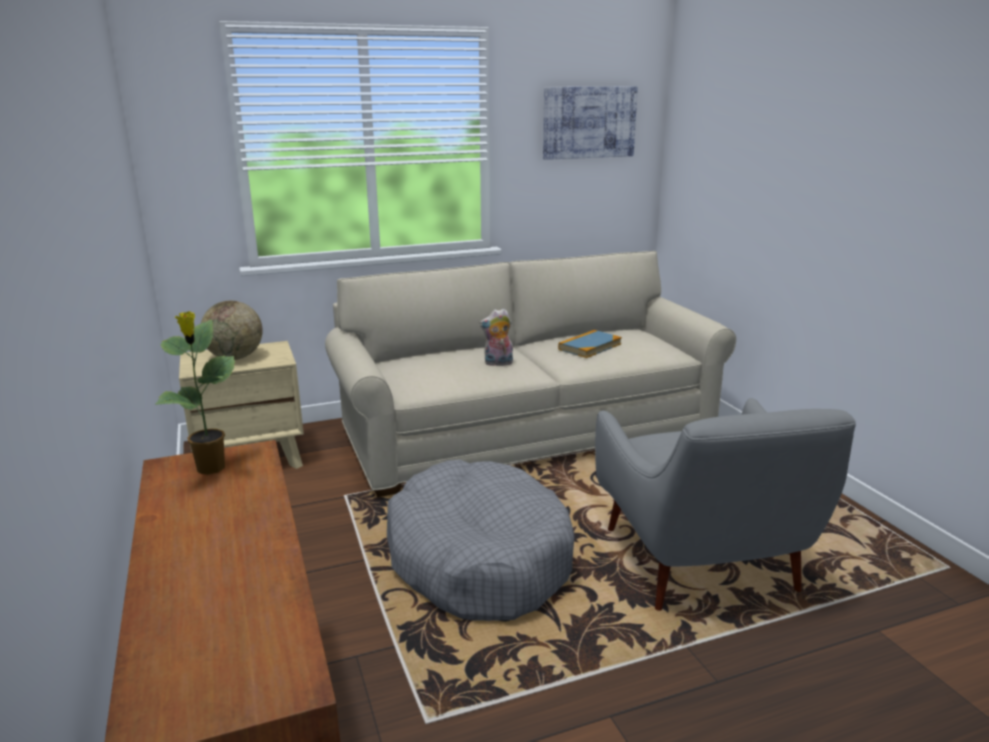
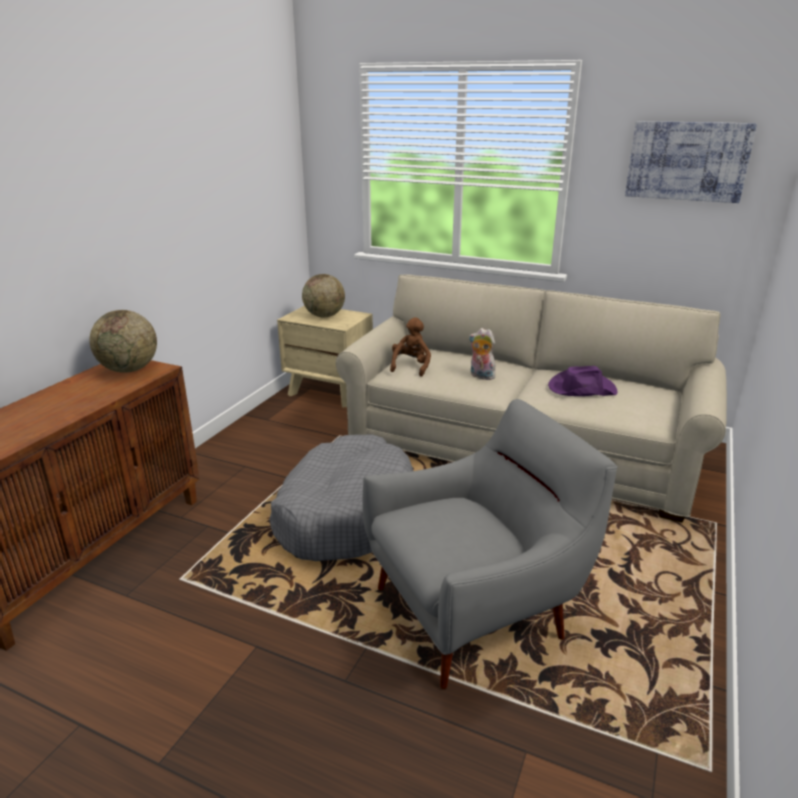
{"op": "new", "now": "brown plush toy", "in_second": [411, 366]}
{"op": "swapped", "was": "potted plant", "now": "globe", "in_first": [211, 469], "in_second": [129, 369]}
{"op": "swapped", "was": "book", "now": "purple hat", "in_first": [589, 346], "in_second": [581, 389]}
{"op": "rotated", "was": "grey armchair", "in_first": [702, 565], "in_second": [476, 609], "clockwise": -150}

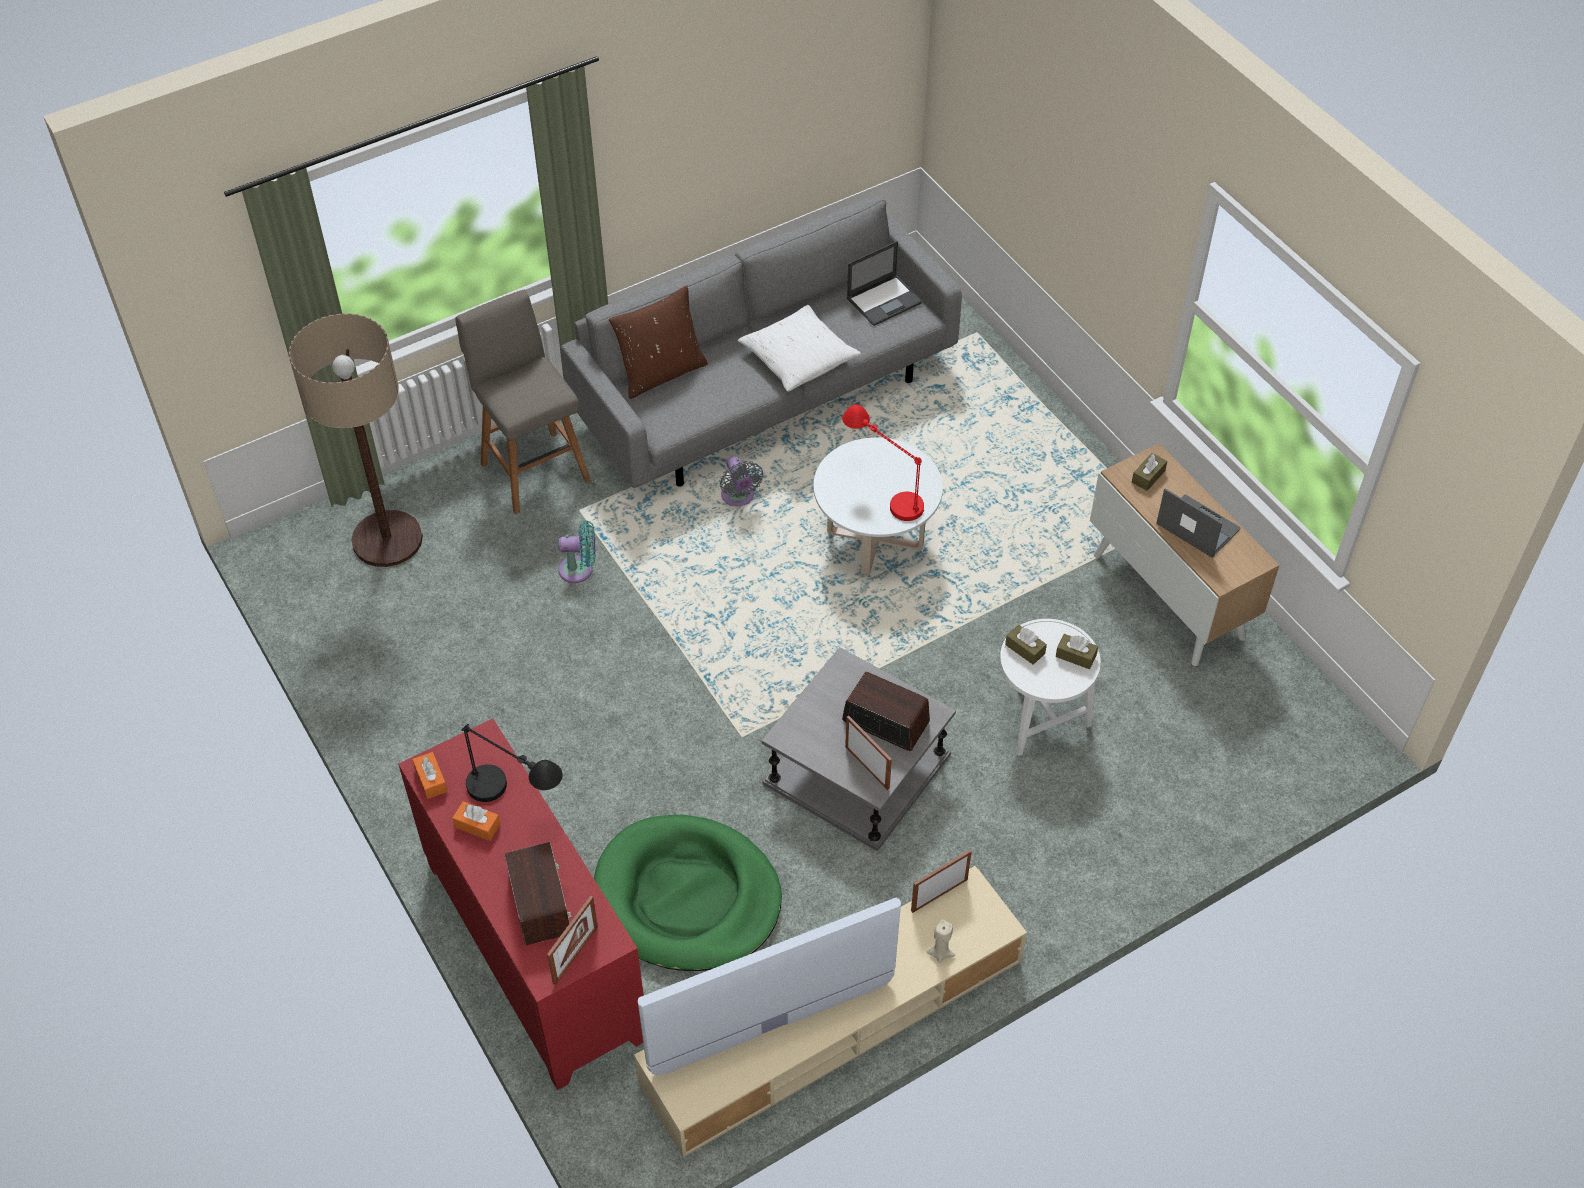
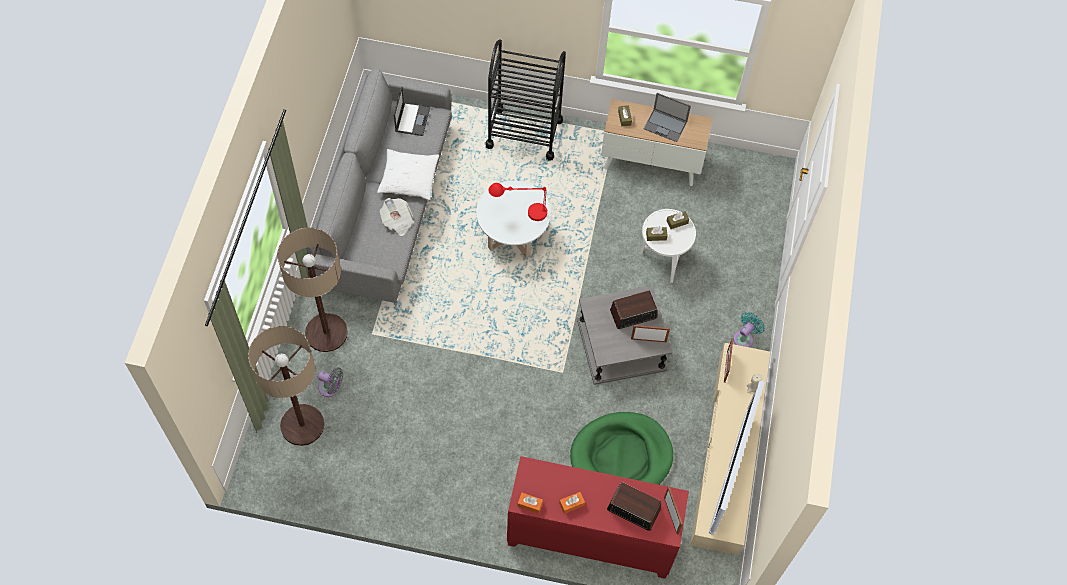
{"op": "gone", "was": "black table lamp", "in_first": [515, 801]}
{"op": "gone", "was": "brown pillow", "in_first": [661, 372]}
{"op": "new", "now": "newspaper", "in_second": [397, 221]}
{"op": "new", "now": "black cart", "in_second": [524, 133]}
{"op": "shifted", "was": "turquoise fan", "in_first": [579, 569], "in_second": [744, 338]}
{"op": "shifted", "was": "grey fan", "in_first": [738, 497], "in_second": [331, 388]}
{"op": "swapped", "was": "grey stool", "now": "floor lamp", "in_first": [533, 469], "in_second": [326, 333]}
{"op": "rotated", "was": "laptop", "in_first": [1197, 526], "in_second": [666, 125], "clockwise": -150}

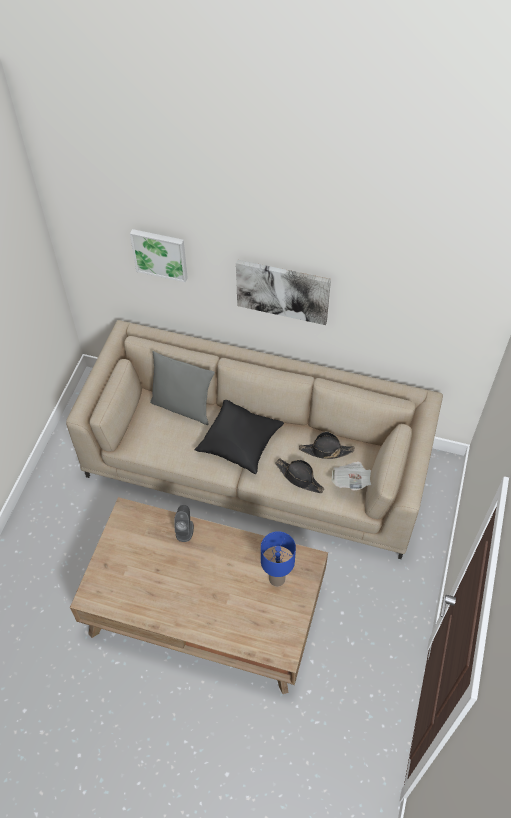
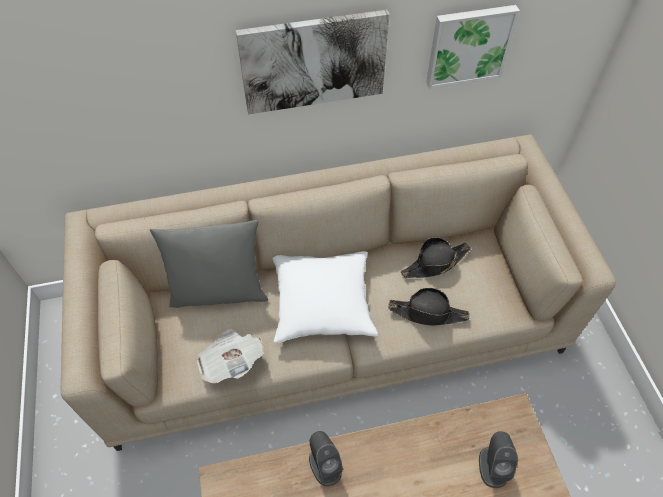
{"op": "shifted", "was": "picture", "in_first": [160, 254], "in_second": [469, 45]}
{"op": "shifted", "was": "newspaper", "in_first": [352, 481], "in_second": [231, 361]}
{"op": "swapped", "was": "blue table lamp", "now": "grey speaker", "in_first": [277, 578], "in_second": [493, 466]}
{"op": "repainted", "was": "black pillow", "now": "white pillow", "in_first": [240, 442], "in_second": [322, 303]}

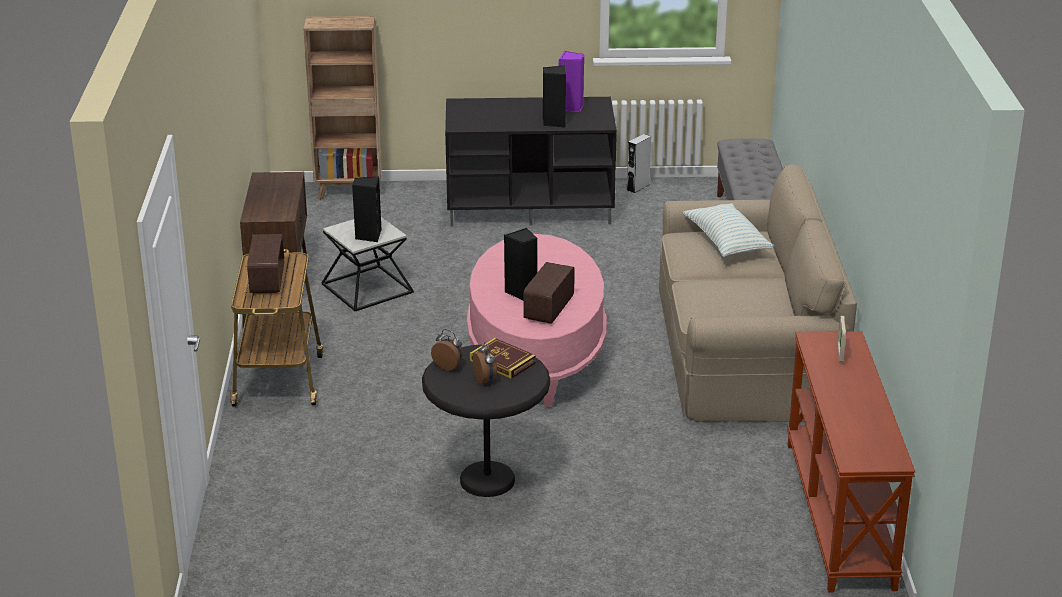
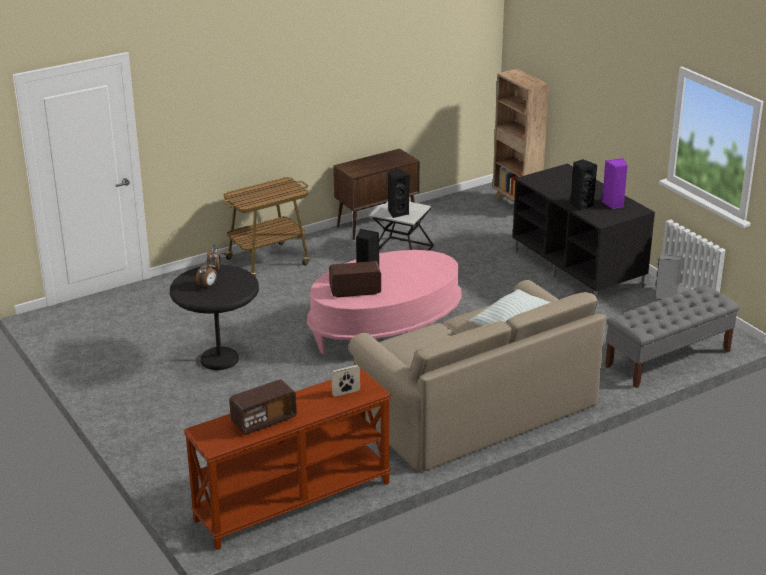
{"op": "gone", "was": "book", "in_first": [502, 362]}
{"op": "shifted", "was": "radio", "in_first": [267, 280], "in_second": [263, 420]}

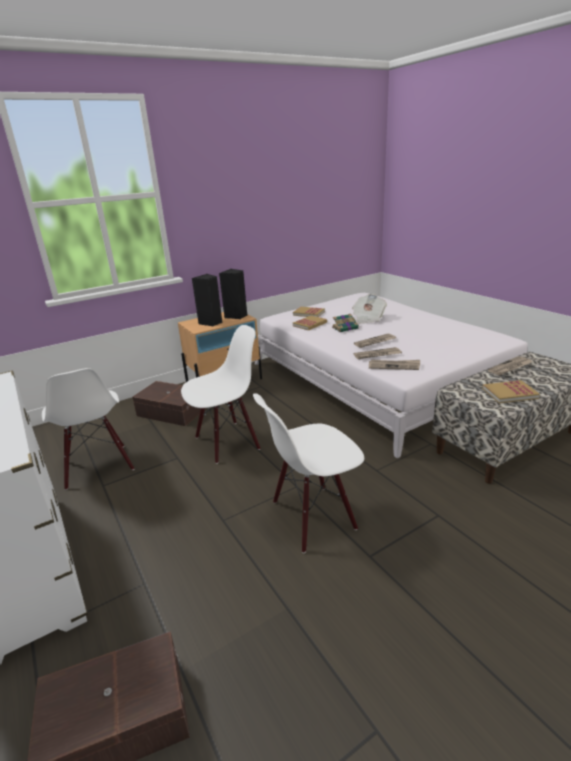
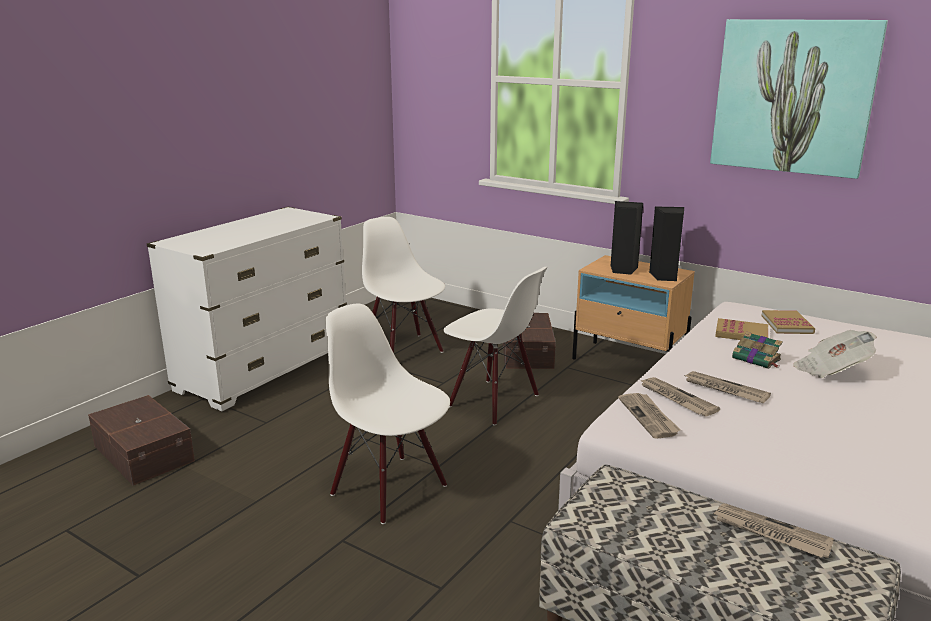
{"op": "gone", "was": "book", "in_first": [509, 393]}
{"op": "new", "now": "picture", "in_second": [793, 97]}
{"op": "rotated", "was": "white chair", "in_first": [98, 466], "in_second": [403, 350], "clockwise": 105}

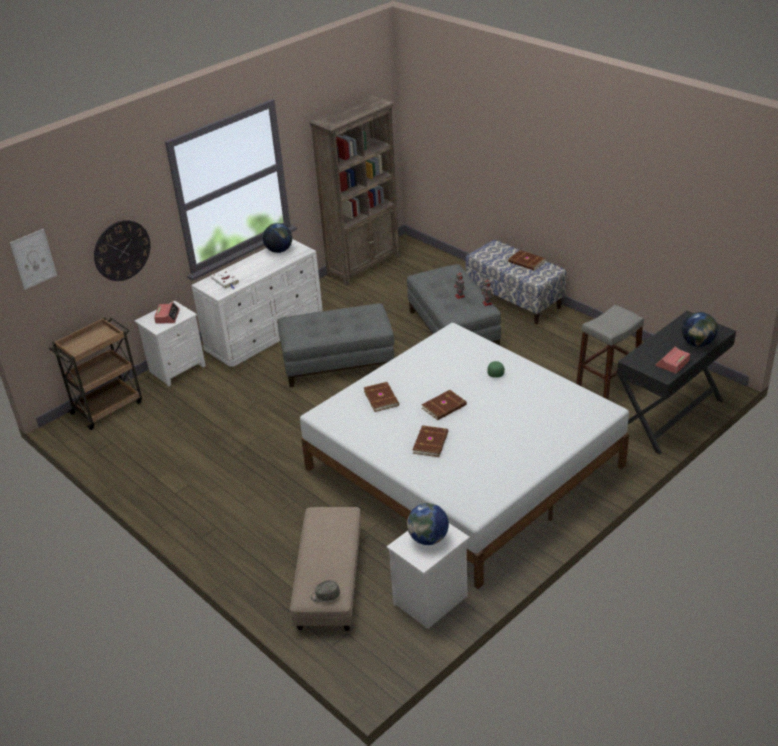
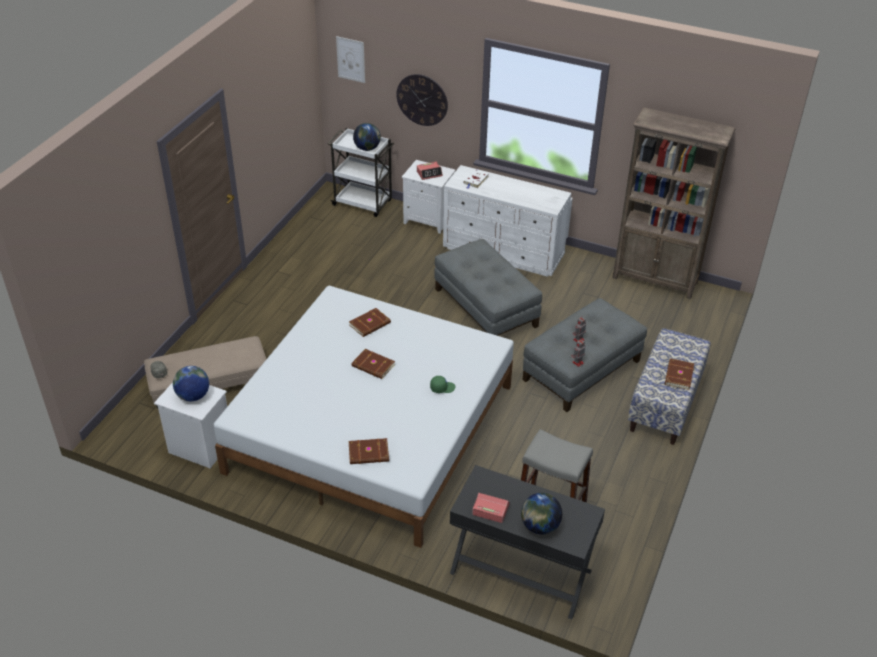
{"op": "shifted", "was": "globe", "in_first": [279, 250], "in_second": [367, 148]}
{"op": "shifted", "was": "brown book", "in_first": [431, 443], "in_second": [369, 453]}
{"op": "repainted", "was": "brown cart", "now": "white cart", "in_first": [108, 407], "in_second": [363, 203]}

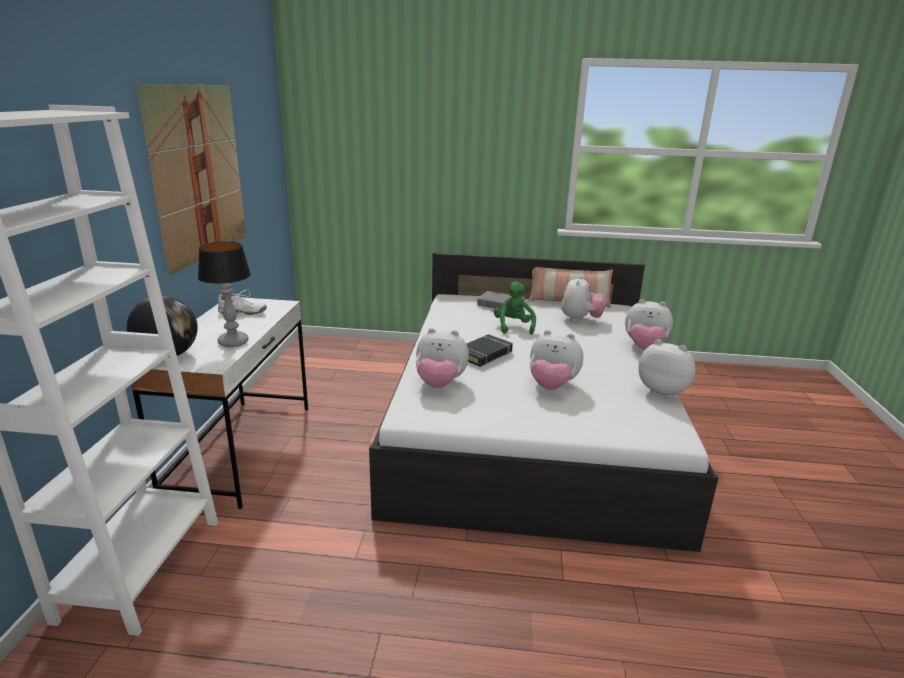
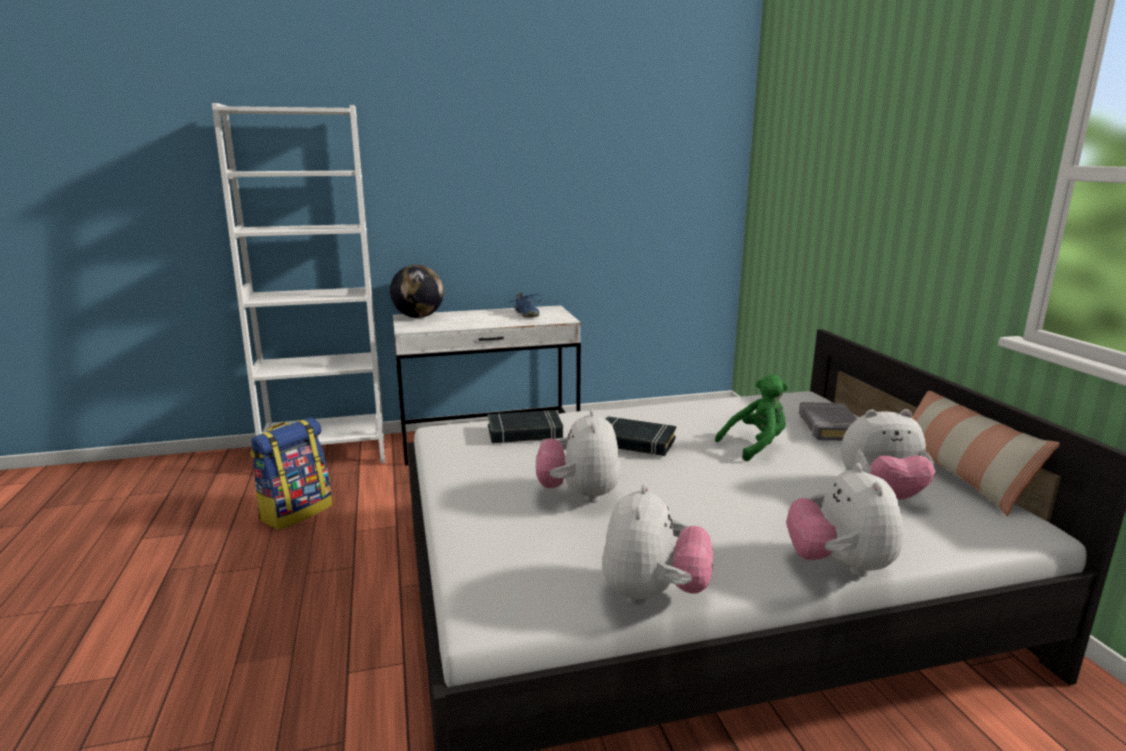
{"op": "gone", "was": "picture", "in_first": [199, 173]}
{"op": "gone", "was": "table lamp", "in_first": [233, 342]}
{"op": "new", "now": "backpack", "in_second": [296, 512]}
{"op": "swapped", "was": "plush toy", "now": "black book", "in_first": [440, 384], "in_second": [525, 433]}
{"op": "repainted", "was": "white shoe", "now": "blue shoe", "in_first": [242, 313], "in_second": [526, 314]}

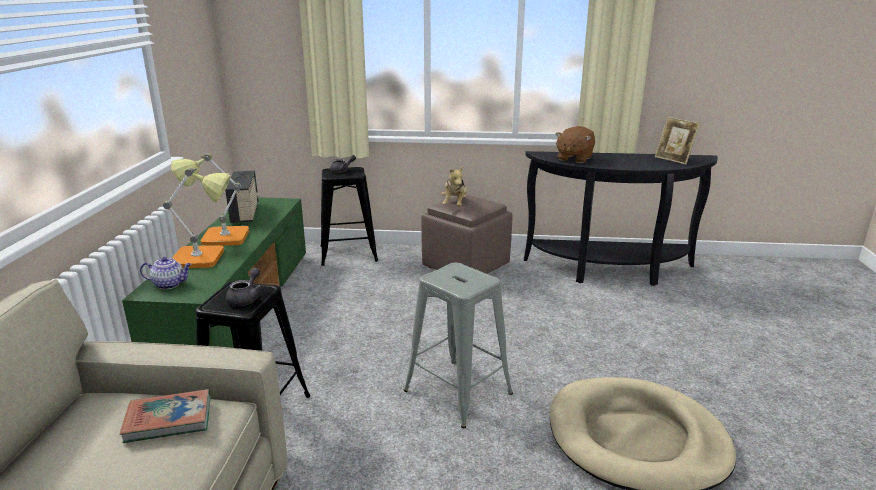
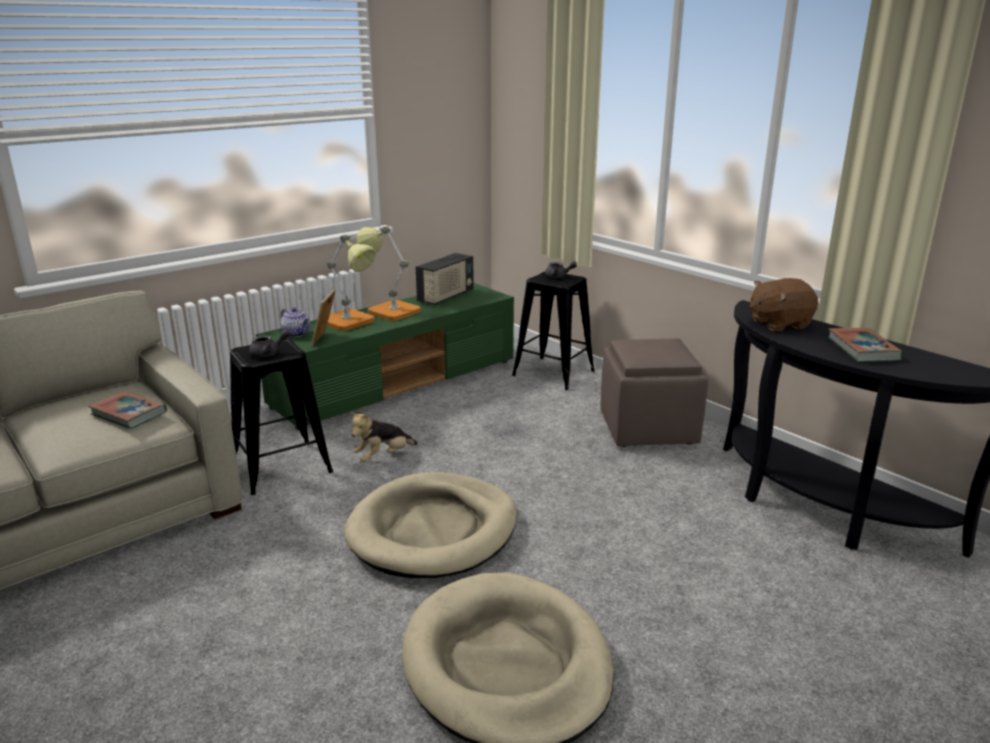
{"op": "new", "now": "book", "in_second": [863, 349]}
{"op": "shifted", "was": "plush toy", "in_first": [455, 205], "in_second": [383, 457]}
{"op": "shifted", "was": "picture frame", "in_first": [673, 160], "in_second": [325, 339]}
{"op": "swapped", "was": "grey stool", "now": "beige dog bed", "in_first": [458, 392], "in_second": [433, 530]}

